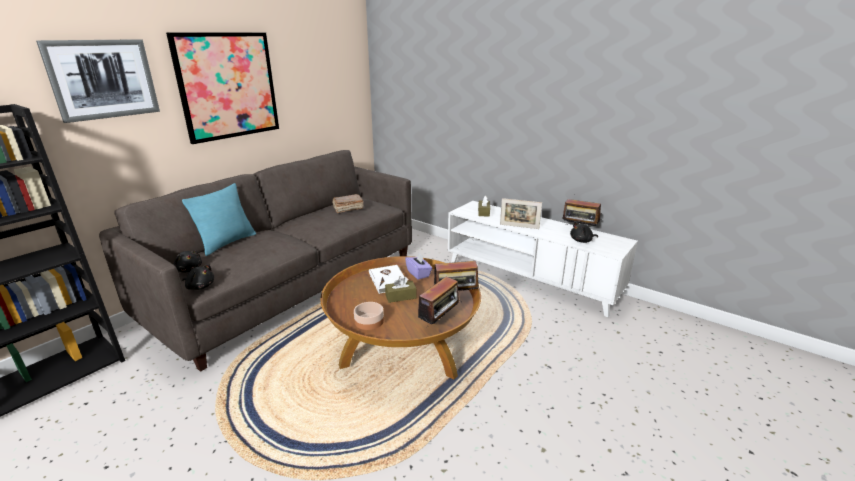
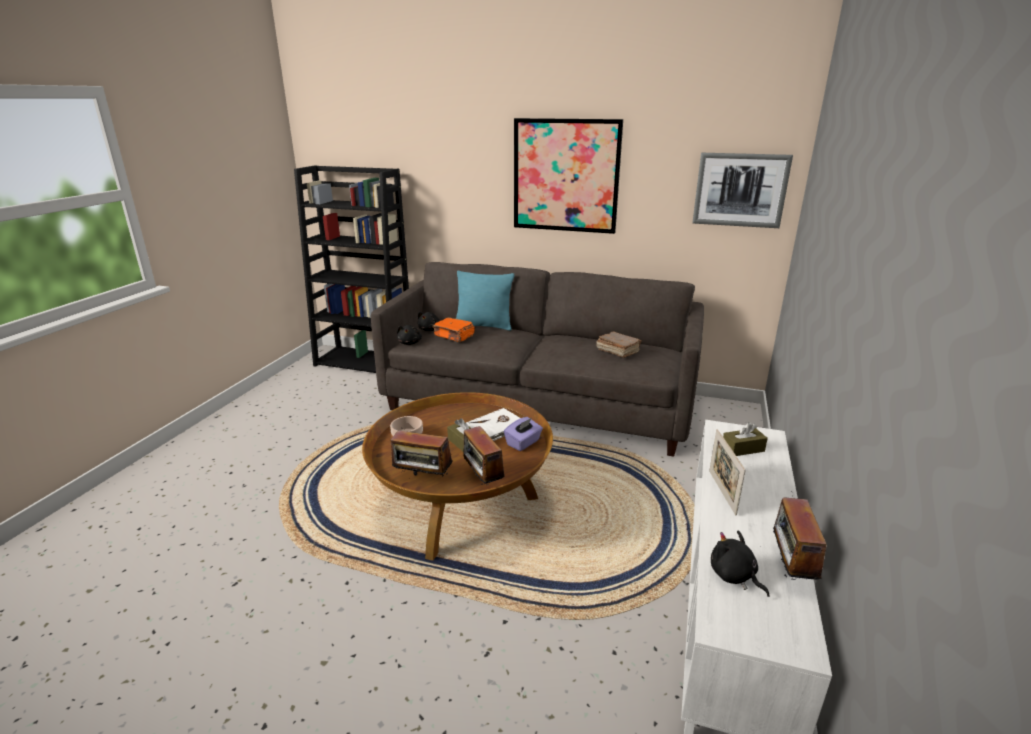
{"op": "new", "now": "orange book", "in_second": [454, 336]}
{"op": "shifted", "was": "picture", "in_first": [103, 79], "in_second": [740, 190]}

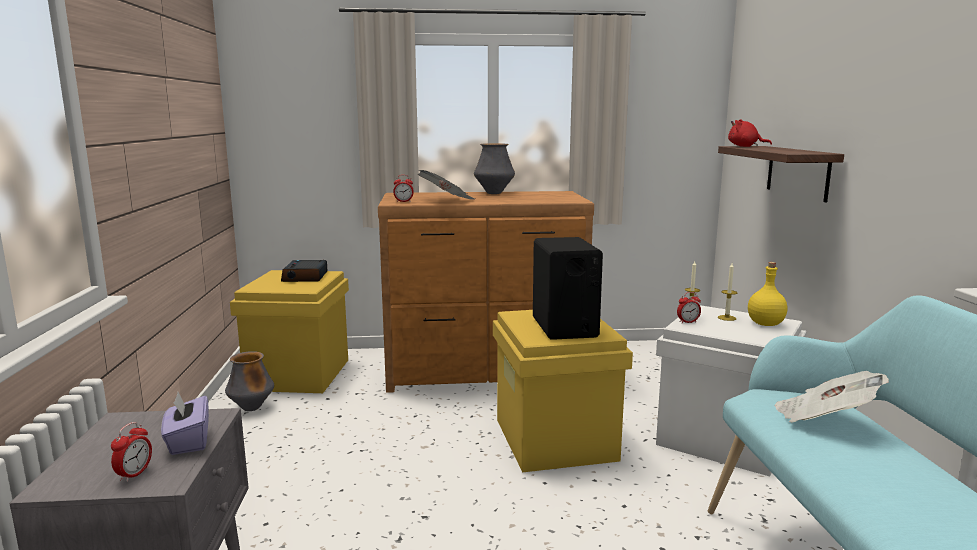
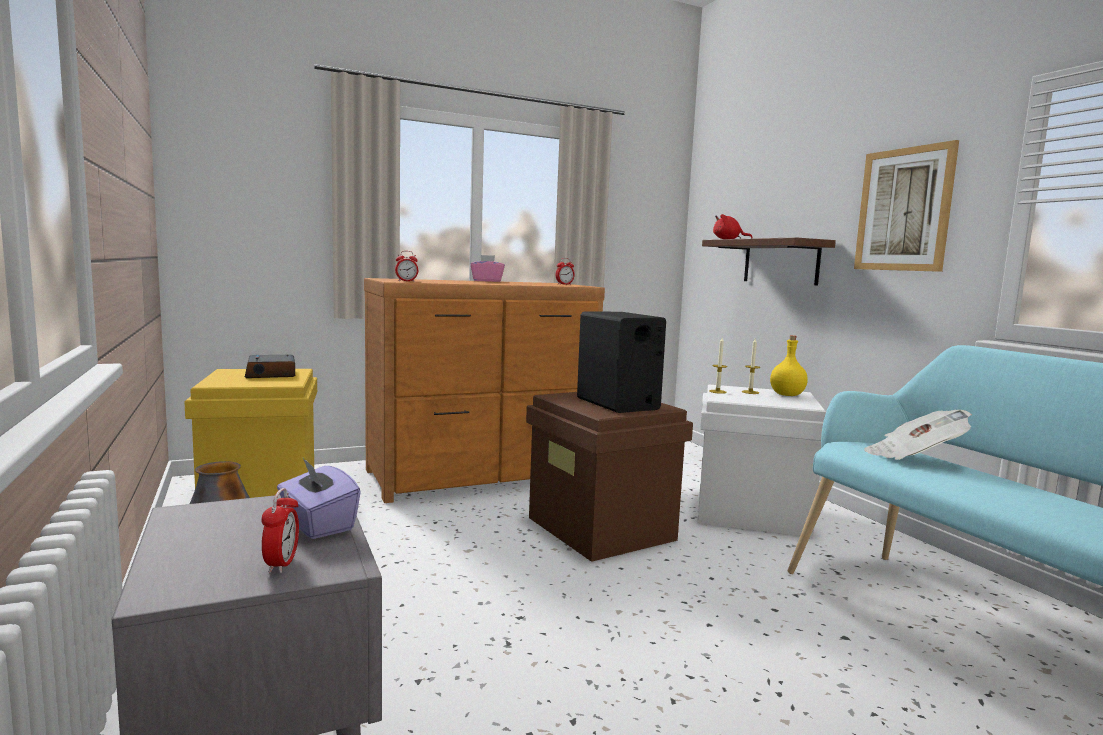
{"op": "gone", "was": "newspaper", "in_first": [447, 201]}
{"op": "new", "now": "picture", "in_second": [903, 209]}
{"op": "shifted", "was": "alarm clock", "in_first": [688, 322], "in_second": [564, 284]}
{"op": "swapped", "was": "vase", "now": "pink tissue box", "in_first": [494, 193], "in_second": [487, 281]}
{"op": "repainted", "was": "yellow storage box", "now": "brown storage box", "in_first": [556, 440], "in_second": [602, 529]}

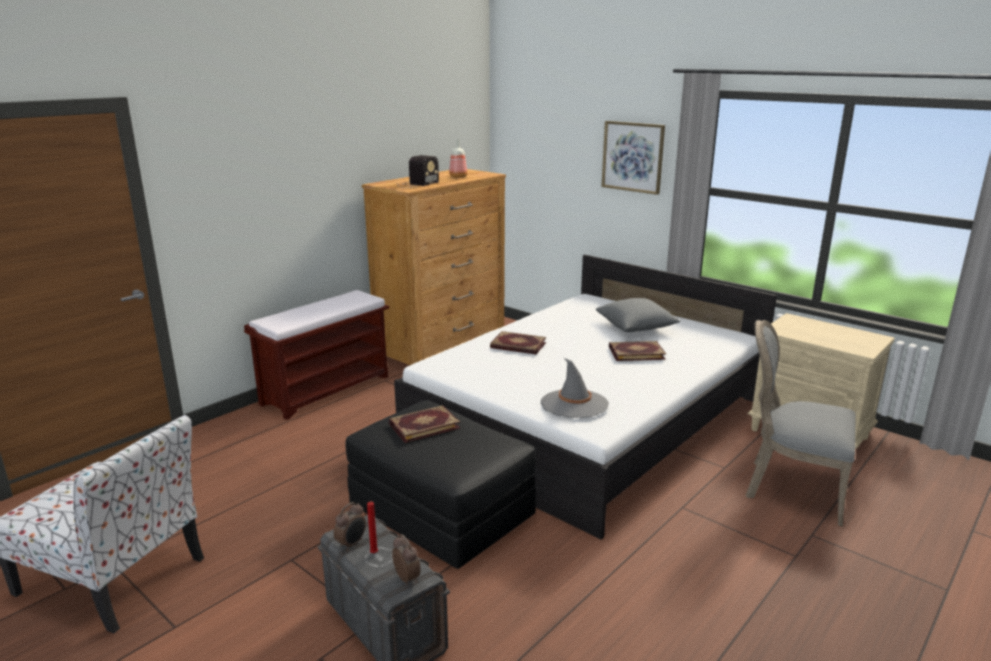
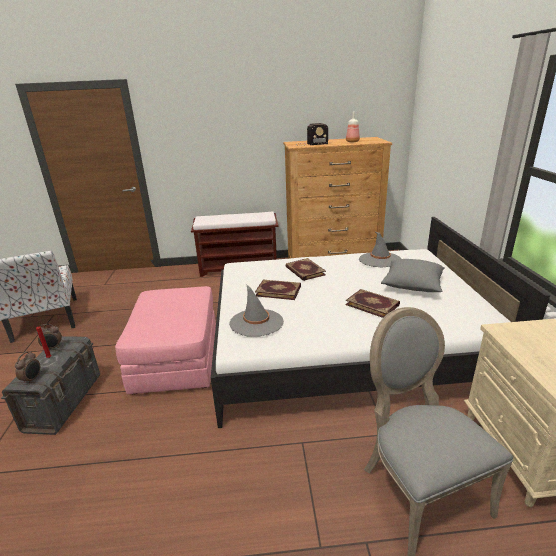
{"op": "gone", "was": "picture", "in_first": [632, 157]}
{"op": "new", "now": "grey hat", "in_second": [379, 260]}
{"op": "shifted", "was": "book", "in_first": [423, 425], "in_second": [278, 291]}
{"op": "repainted", "was": "black ottoman", "now": "pink ottoman", "in_first": [442, 512], "in_second": [177, 359]}

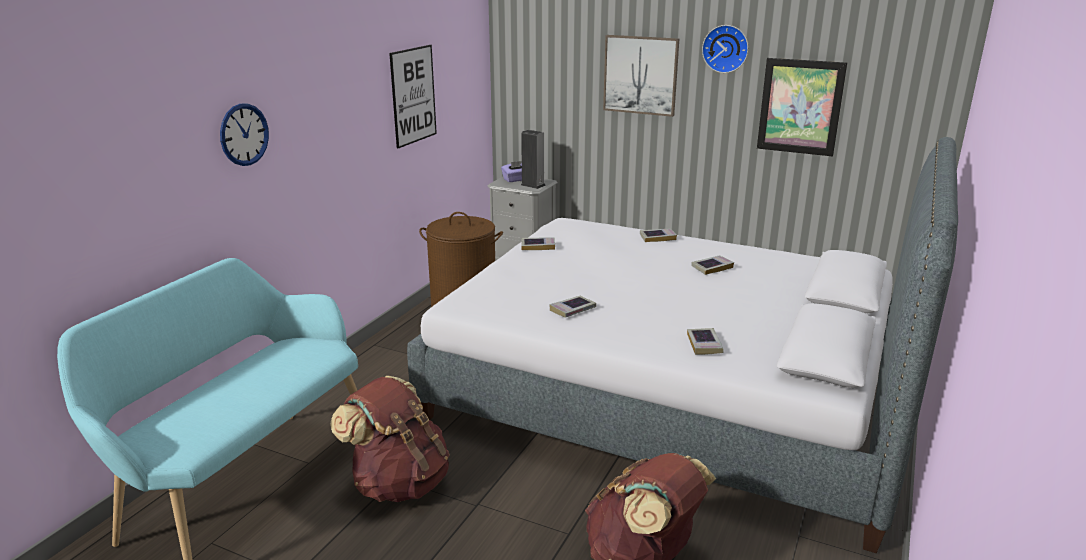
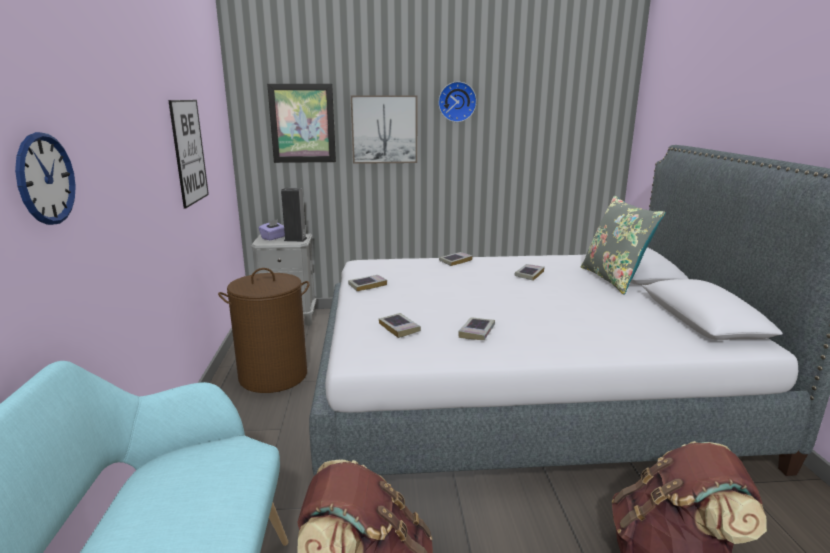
{"op": "new", "now": "grey pillow", "in_second": [614, 279]}
{"op": "shifted", "was": "book", "in_first": [704, 344], "in_second": [399, 328]}
{"op": "shifted", "was": "picture", "in_first": [800, 107], "in_second": [302, 123]}

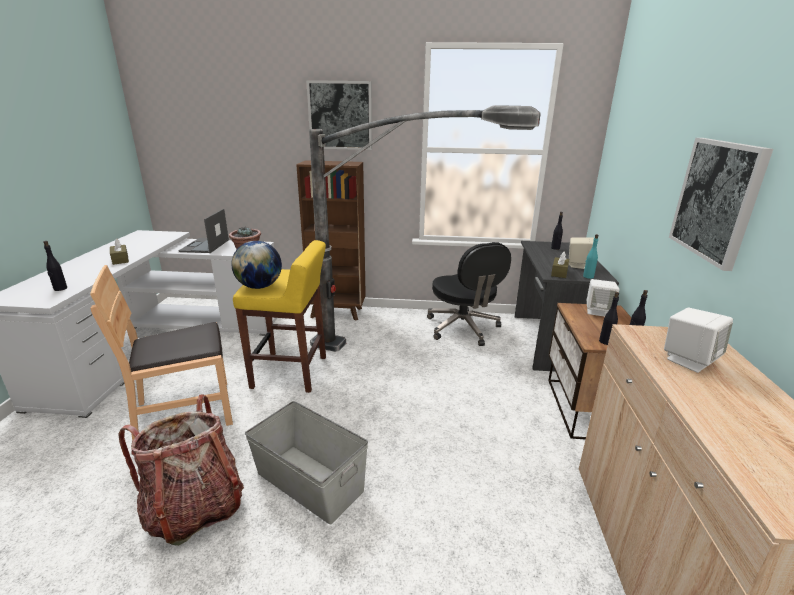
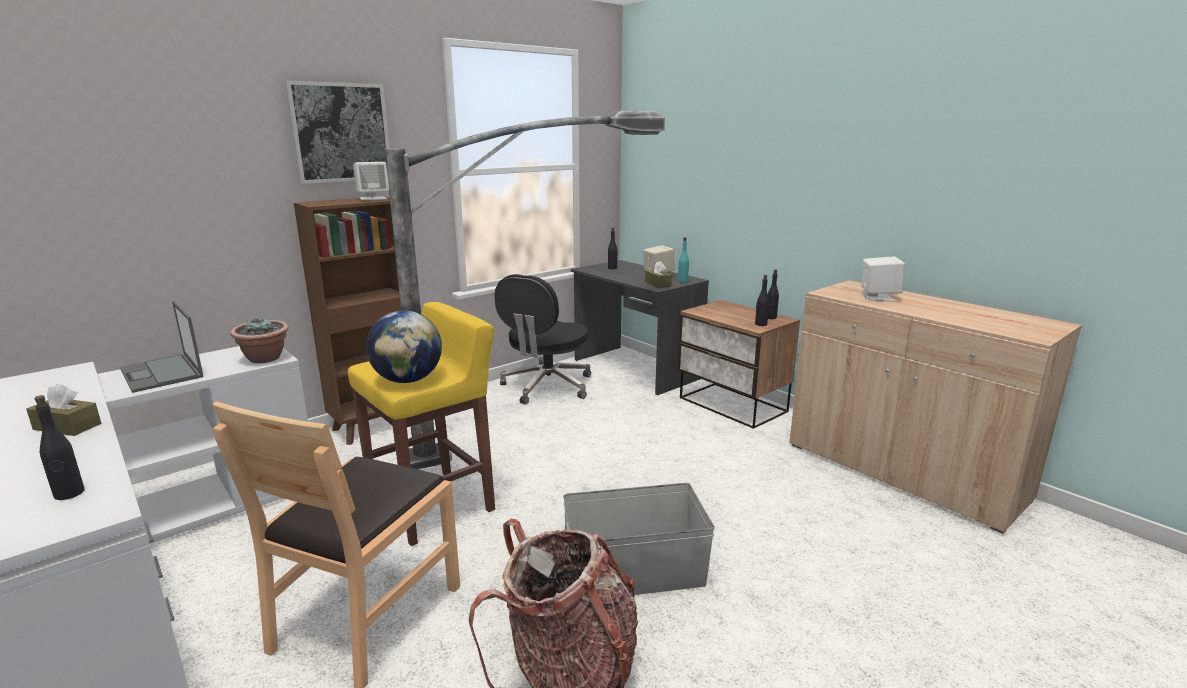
{"op": "gone", "was": "picture", "in_first": [716, 200]}
{"op": "shifted", "was": "white speaker", "in_first": [598, 311], "in_second": [373, 198]}
{"op": "rotated", "was": "black office chair", "in_first": [463, 328], "in_second": [546, 387], "clockwise": 90}

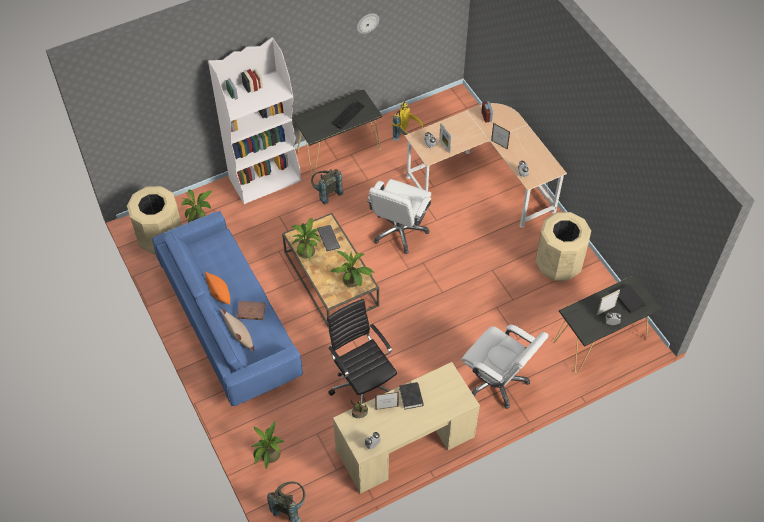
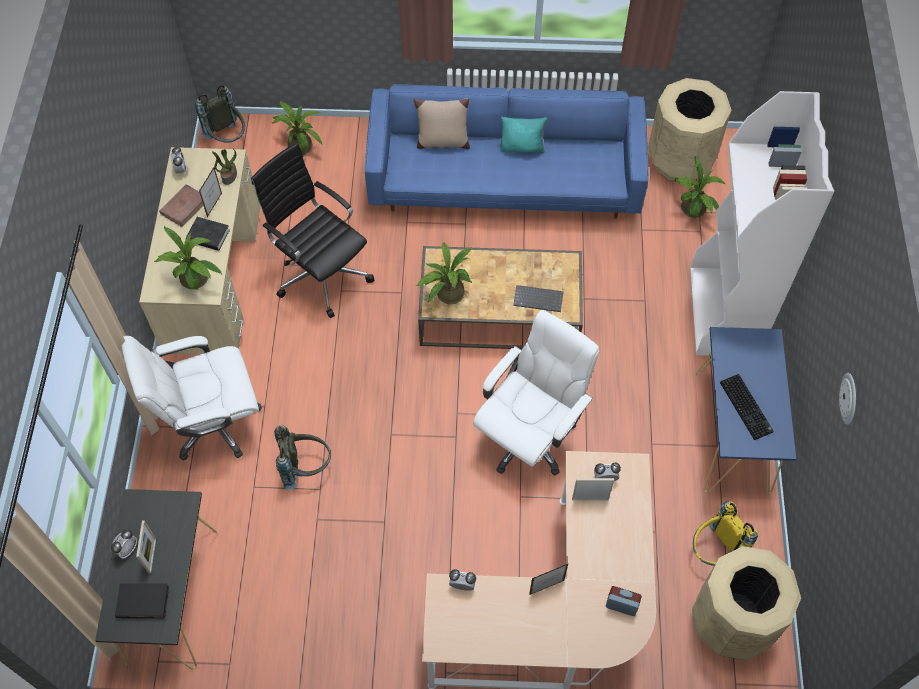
{"op": "shifted", "was": "brown book", "in_first": [251, 311], "in_second": [184, 206]}
{"op": "shifted", "was": "potted plant", "in_first": [307, 250], "in_second": [196, 281]}
{"op": "shifted", "was": "grey backpack", "in_first": [325, 192], "in_second": [305, 467]}
{"op": "shifted", "was": "beige trash can", "in_first": [558, 264], "in_second": [732, 621]}
{"op": "repainted", "was": "orange pillow", "now": "turquoise pillow", "in_first": [219, 295], "in_second": [522, 147]}
{"op": "repainted", "was": "black console table", "now": "blue console table", "in_first": [339, 151], "in_second": [732, 433]}
{"op": "rotated", "was": "black office chair", "in_first": [362, 383], "in_second": [321, 273], "clockwise": -135}
{"op": "rotated", "was": "white office chair", "in_first": [399, 231], "in_second": [529, 436], "clockwise": 75}

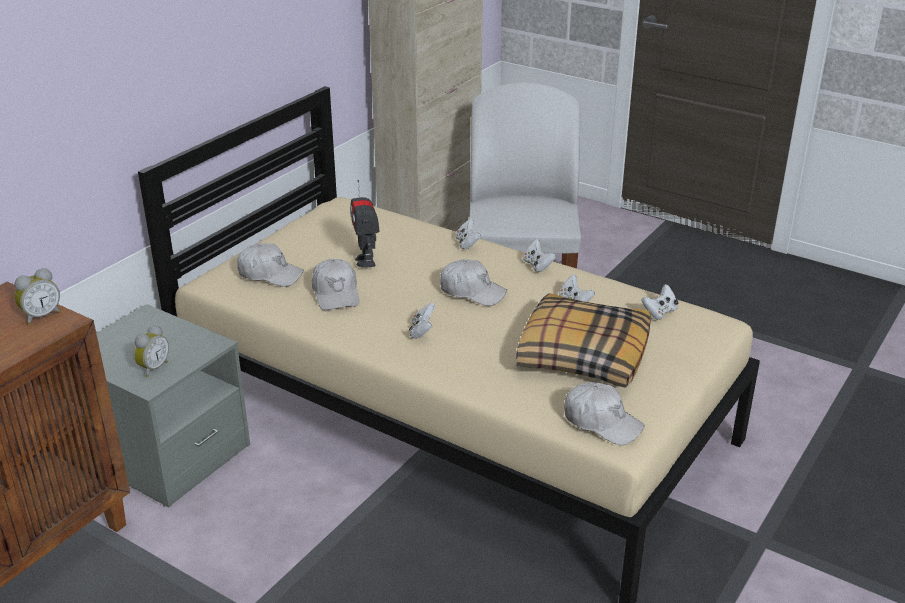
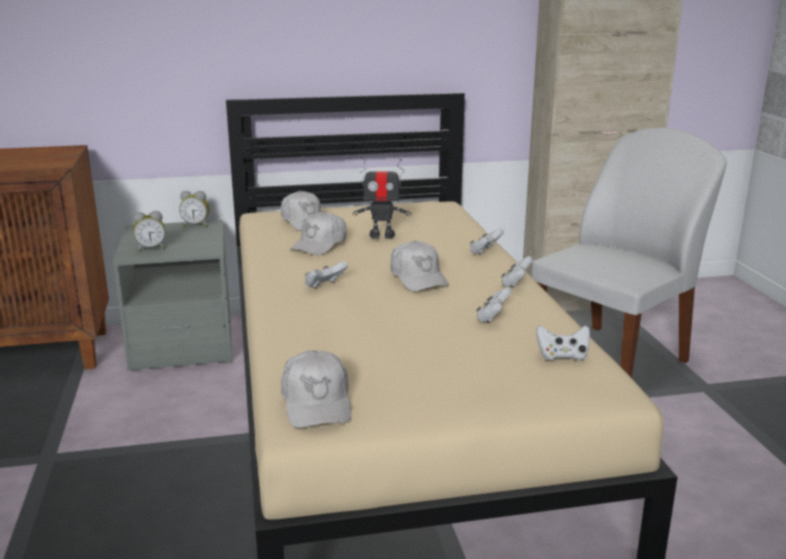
{"op": "gone", "was": "pillow", "in_first": [582, 354]}
{"op": "shifted", "was": "alarm clock", "in_first": [41, 316], "in_second": [196, 225]}
{"op": "rotated", "was": "toy robot", "in_first": [366, 261], "in_second": [382, 235], "clockwise": -120}

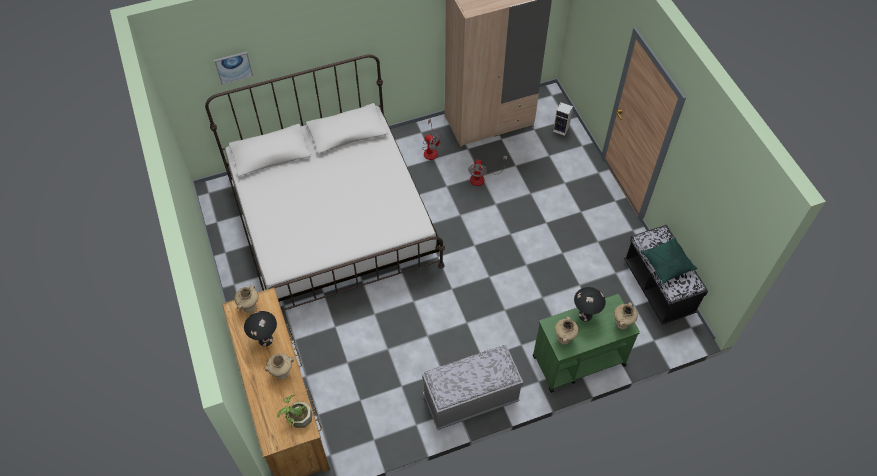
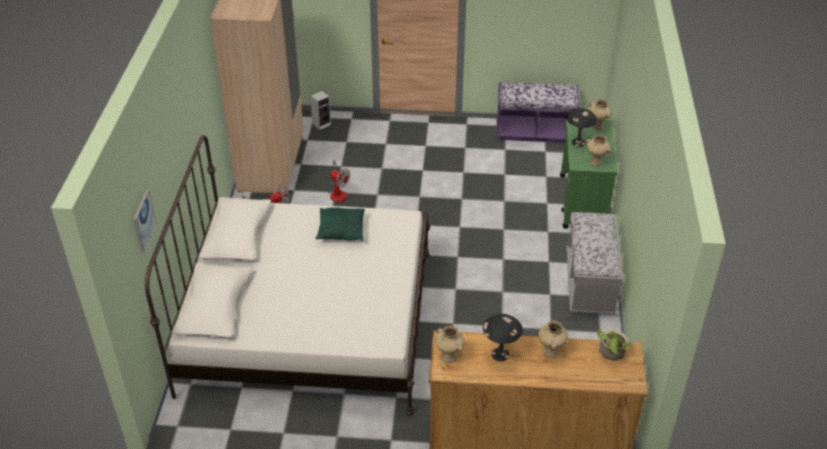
{"op": "shifted", "was": "green pillow", "in_first": [666, 264], "in_second": [341, 230]}
{"op": "repainted", "was": "black bench", "now": "purple bench", "in_first": [658, 287], "in_second": [534, 132]}

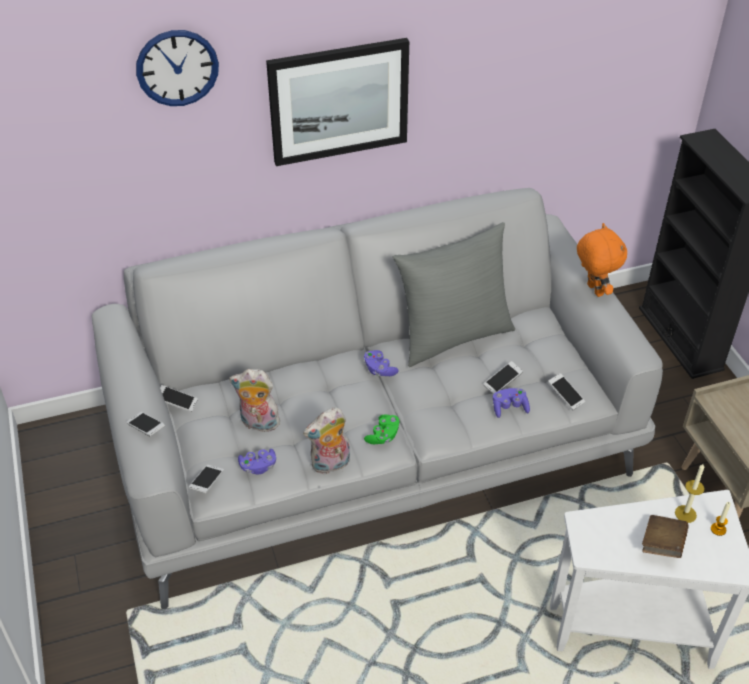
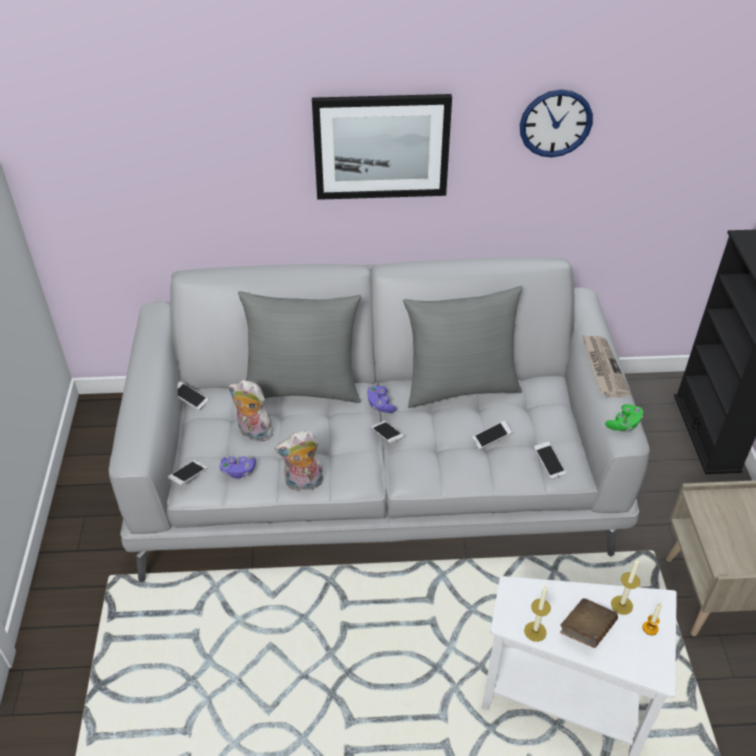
{"op": "gone", "was": "purple game controller", "in_first": [509, 408]}
{"op": "new", "now": "grey pillow", "in_second": [303, 388]}
{"op": "new", "now": "candle", "in_second": [535, 631]}
{"op": "shifted", "was": "phone", "in_first": [146, 428], "in_second": [387, 435]}
{"op": "shifted", "was": "wall clock", "in_first": [177, 68], "in_second": [555, 123]}
{"op": "shifted", "was": "green game controller", "in_first": [383, 436], "in_second": [624, 424]}
{"op": "swapped", "was": "orange plush toy", "now": "newspaper", "in_first": [593, 290], "in_second": [603, 367]}

